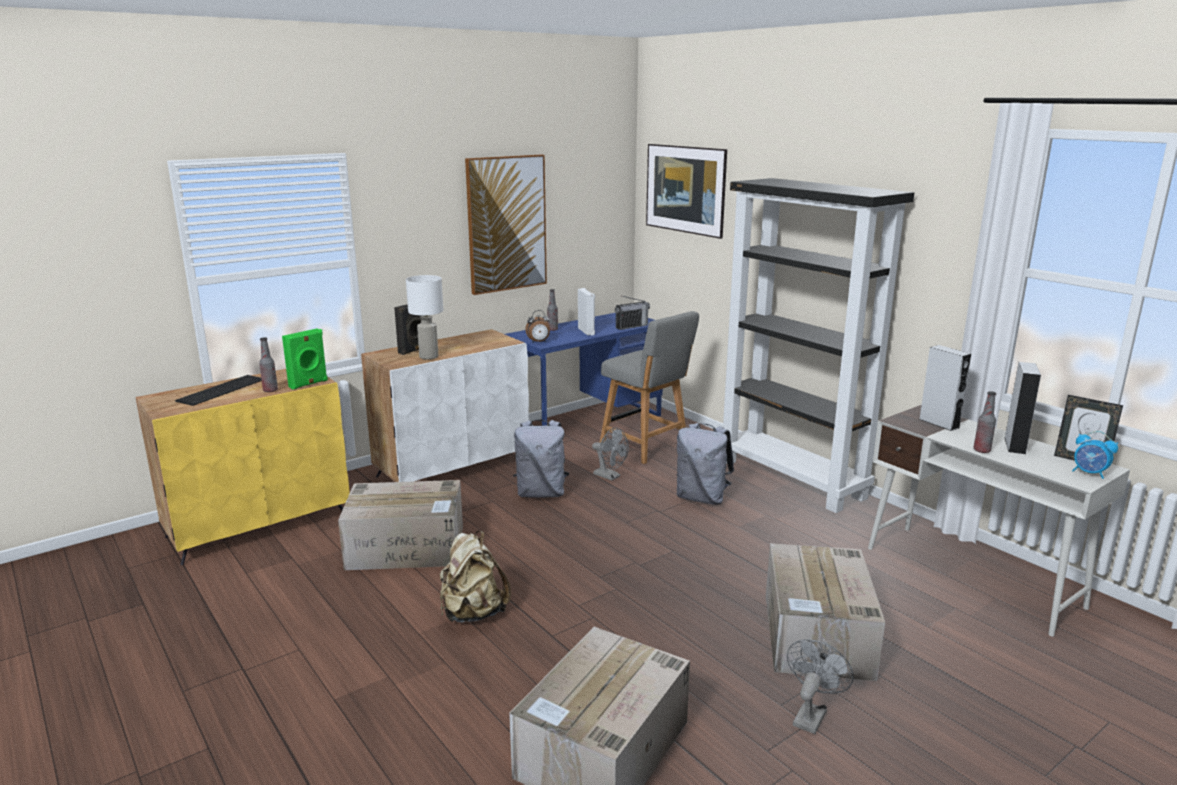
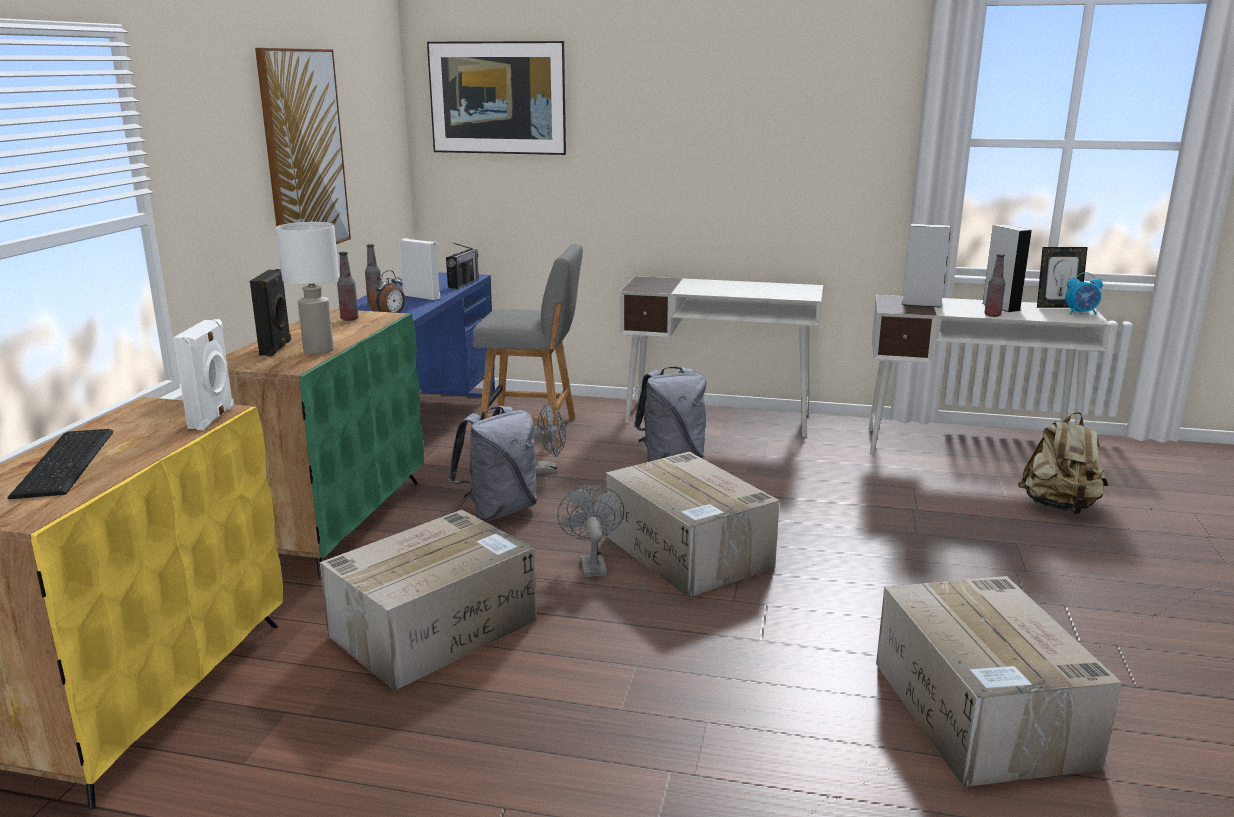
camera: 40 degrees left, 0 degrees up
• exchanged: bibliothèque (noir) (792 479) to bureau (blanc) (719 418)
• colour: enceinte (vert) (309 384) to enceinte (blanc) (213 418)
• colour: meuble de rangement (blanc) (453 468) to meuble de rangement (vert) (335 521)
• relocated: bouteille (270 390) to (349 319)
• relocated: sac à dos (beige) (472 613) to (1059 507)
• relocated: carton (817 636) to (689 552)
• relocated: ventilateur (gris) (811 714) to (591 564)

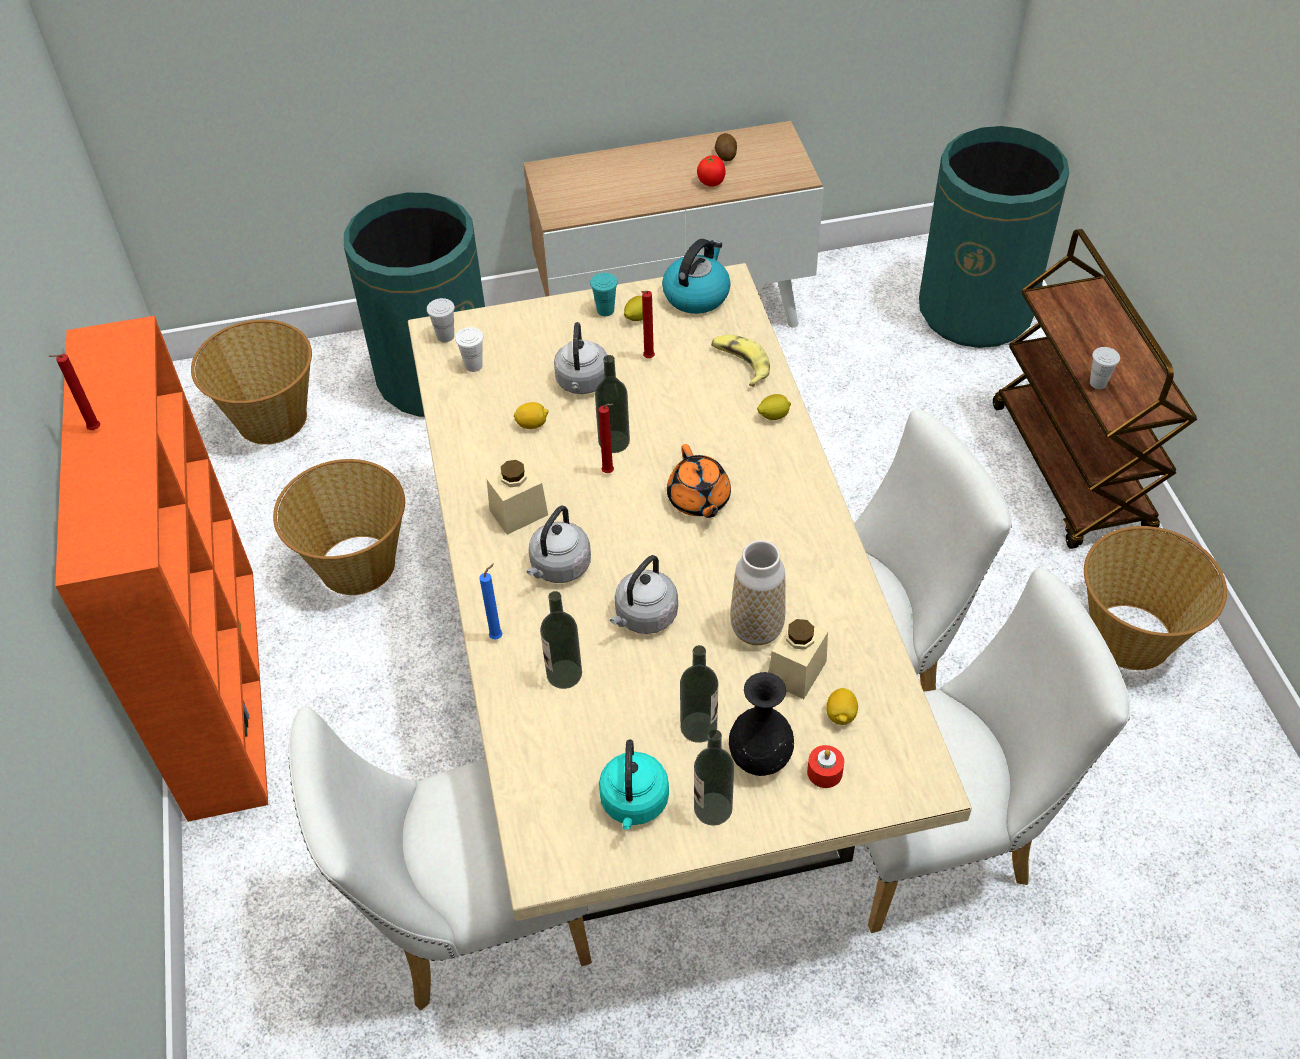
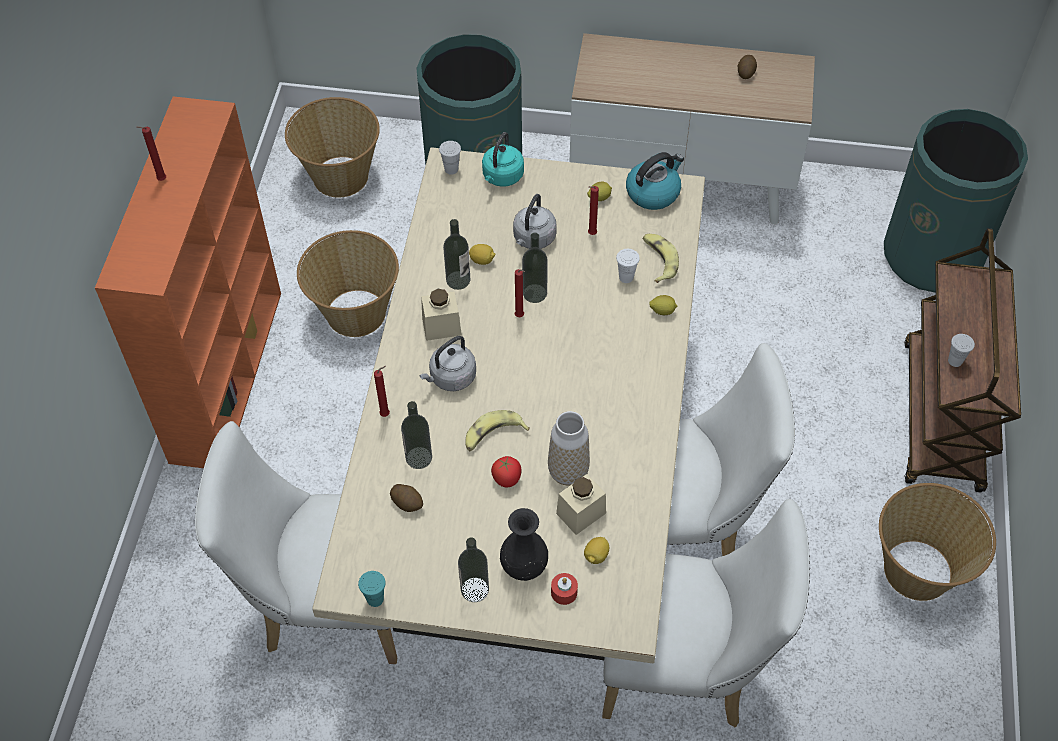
camera: 20 degrees right, 5 degrees up
• relocated: tomate (711 182) to (507 478)
• relocated: tasse (turquoise) (605 310) to (375 599)
• relocated: tasse (blanc) (473 365) to (626 277)
• missing: théière (orange) (699 500)
• exchanged: bouilloire (gris) (644 617) to banane (493 435)
• colour: bougie (bleu) (498 636) to bougie (rouge) (386 414)
• relocated: bouteille (698 727) to (458 280)
• relocated: bouilloire (turquoise) (634 804) to (502 177)
• appeared: pomme de terre (407 503)

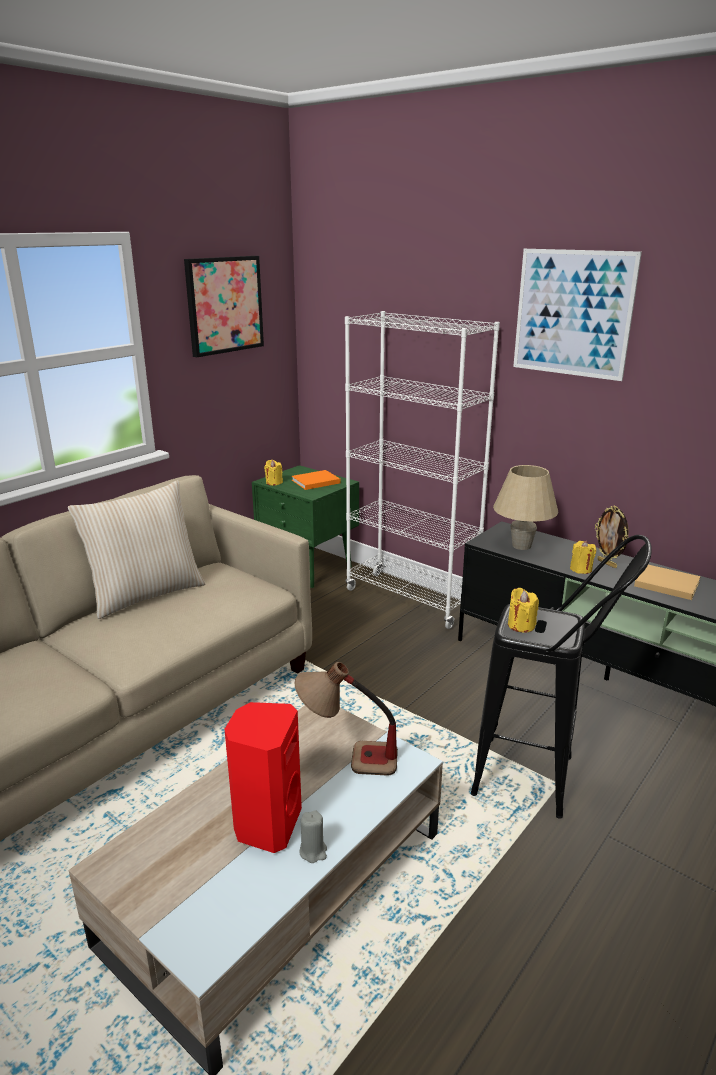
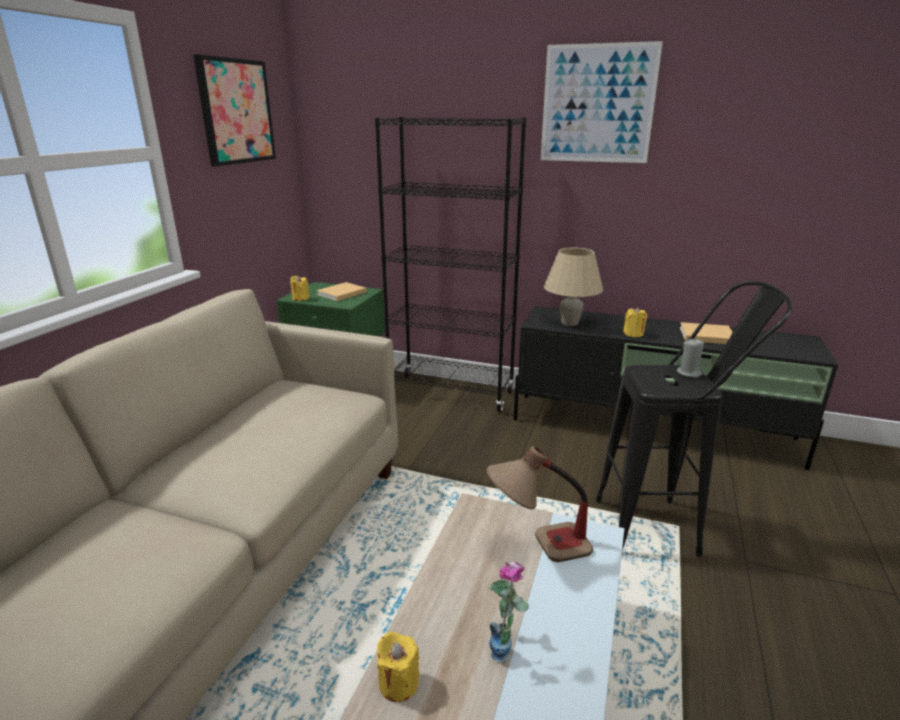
camera: 20 degrees left, 0 degrees up
• colour: bibliothèque (blanc) (411 600) to bibliothèque (noir) (451 393)
• colour: livre (orange) (314 482) to livre (beige) (340 293)
• missing: coussin (beige) (146 594)
• missing: cadre photo (607 563)
• relocated: bougie (jaune) (521 625) to (398 683)
• exchanged: enceinte (rouge) (266 825) to vase (507 646)
• relocated: bougie (gris) (313 851) to (689 373)

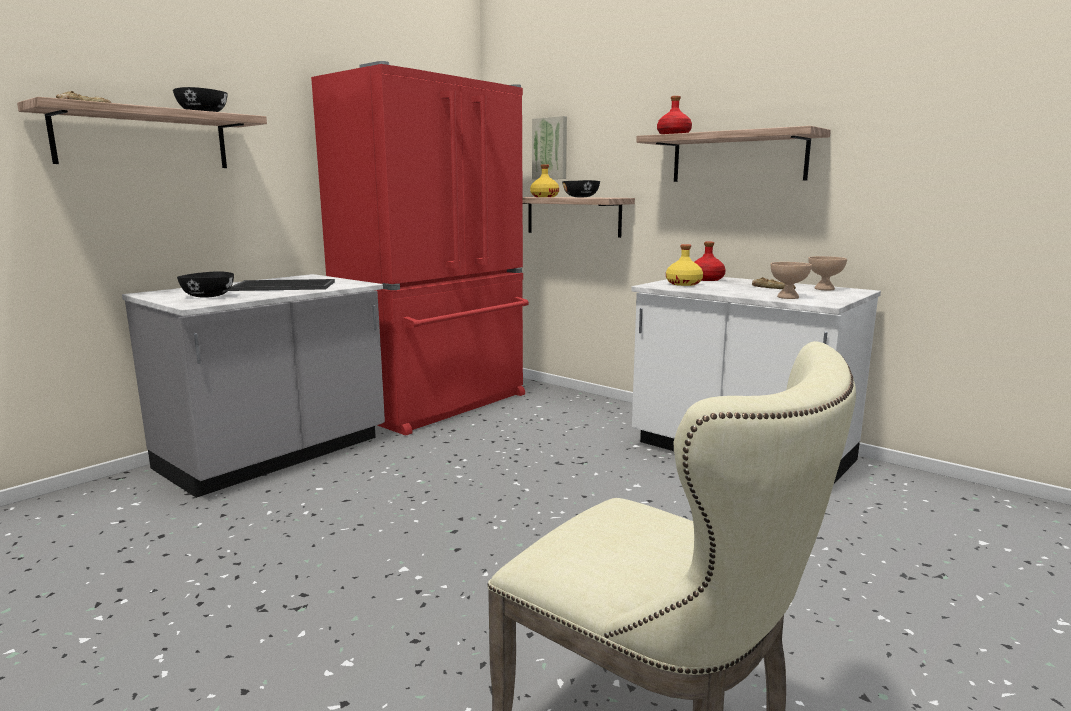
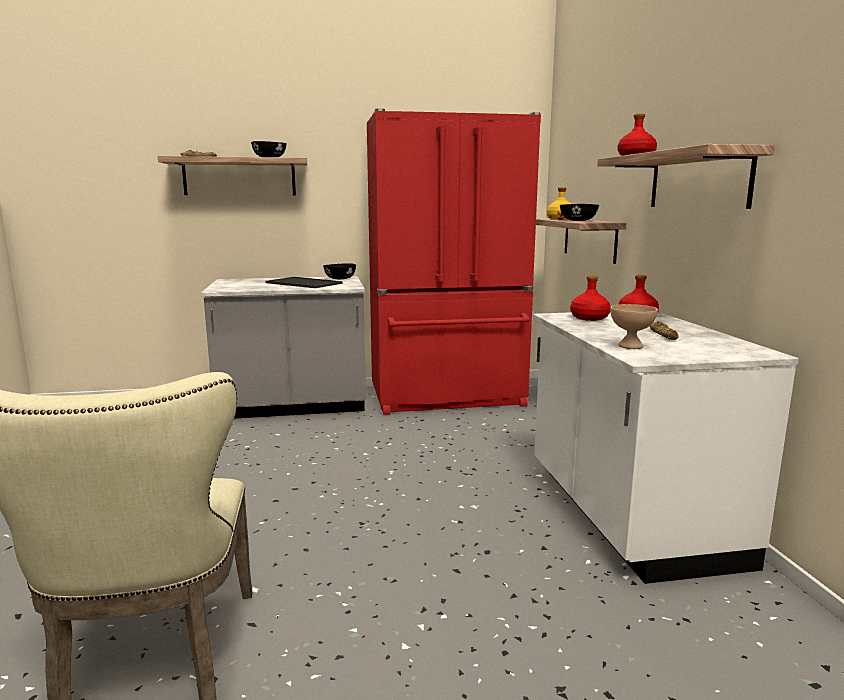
camera: 40 degrees right, 0 degrees up
• missing: tableau (550 148)
• colour: bouteille (jaune) (683 284) to bouteille (rouge) (589 318)
• missing: bol (beige) (823 289)
• relocated: bol (noir) (208 296) to (340 279)

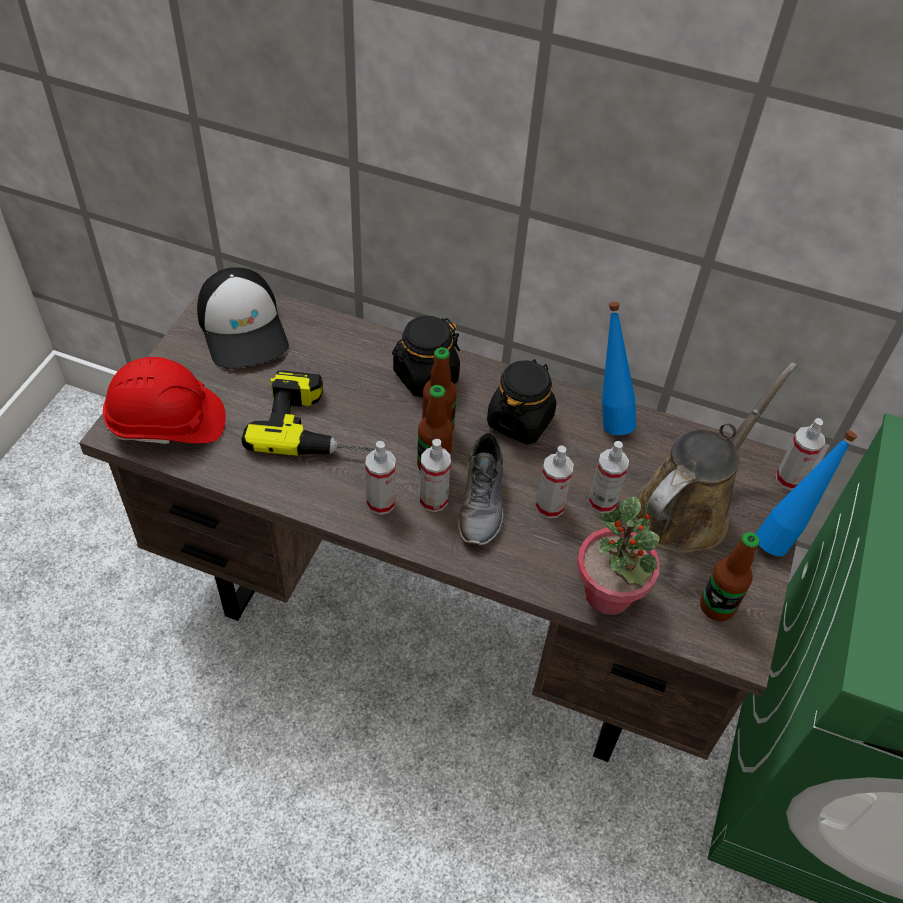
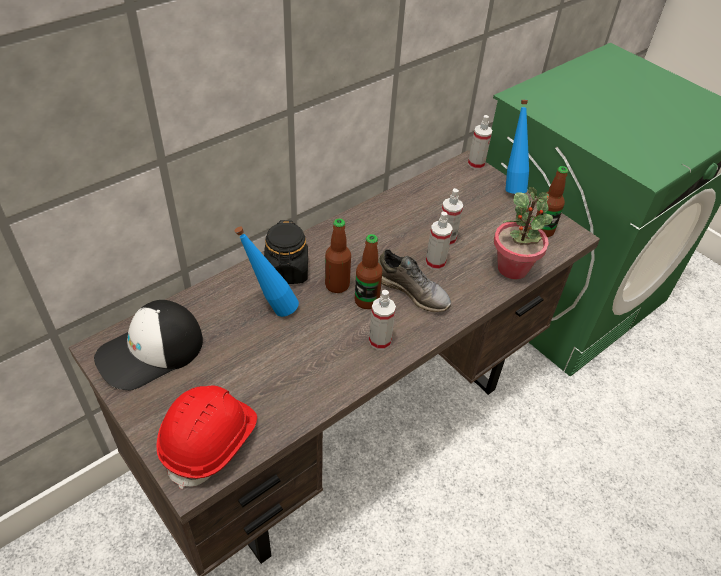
camera: 60 degrees left, 5 degrees down
• spun: casquette (244 329) = (151 352) 135 degrees clockwise
• relocated: bouteille (bleu) (608 416) to (271 308)
• missing: bocal (noir) (520 420)
• missing: arrosoir (marron) (687 507)
• missing: perceuse (318 425)
• missing: vaporisateur (433 500)

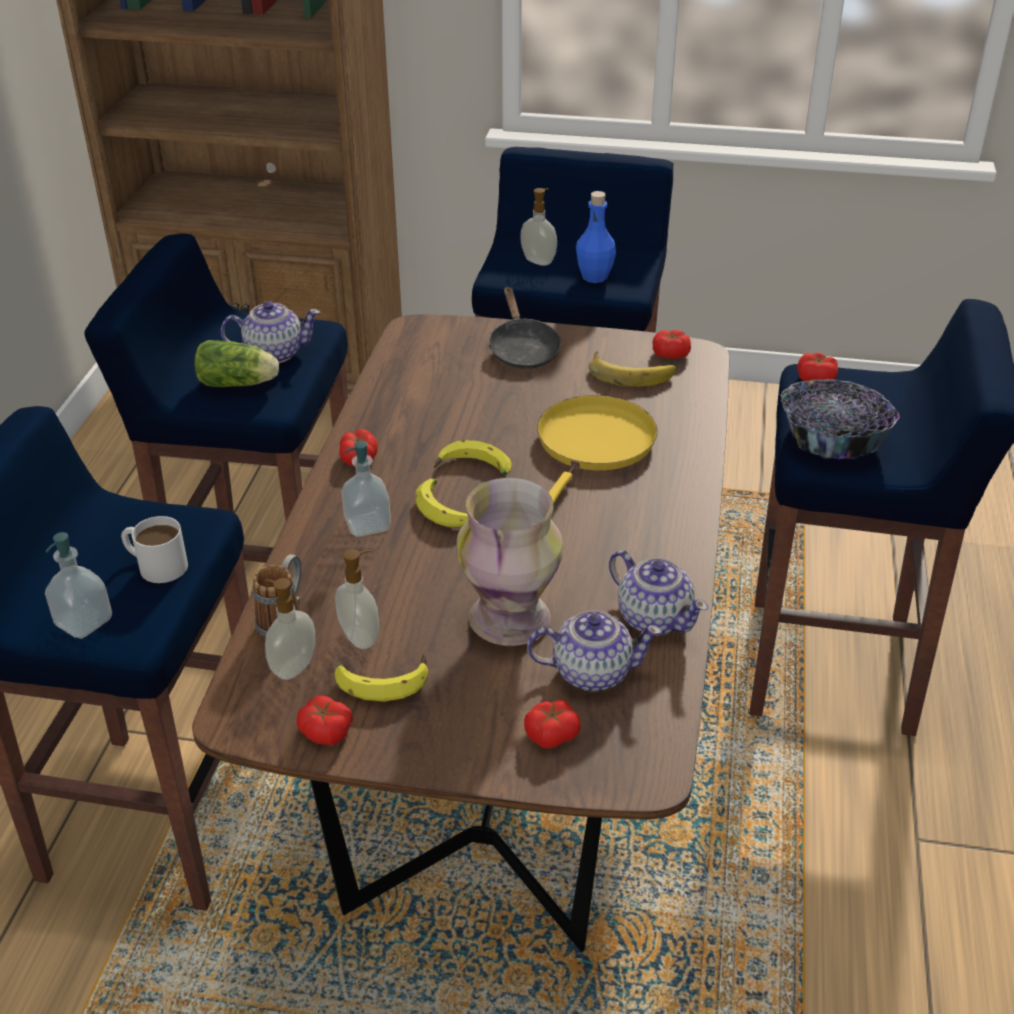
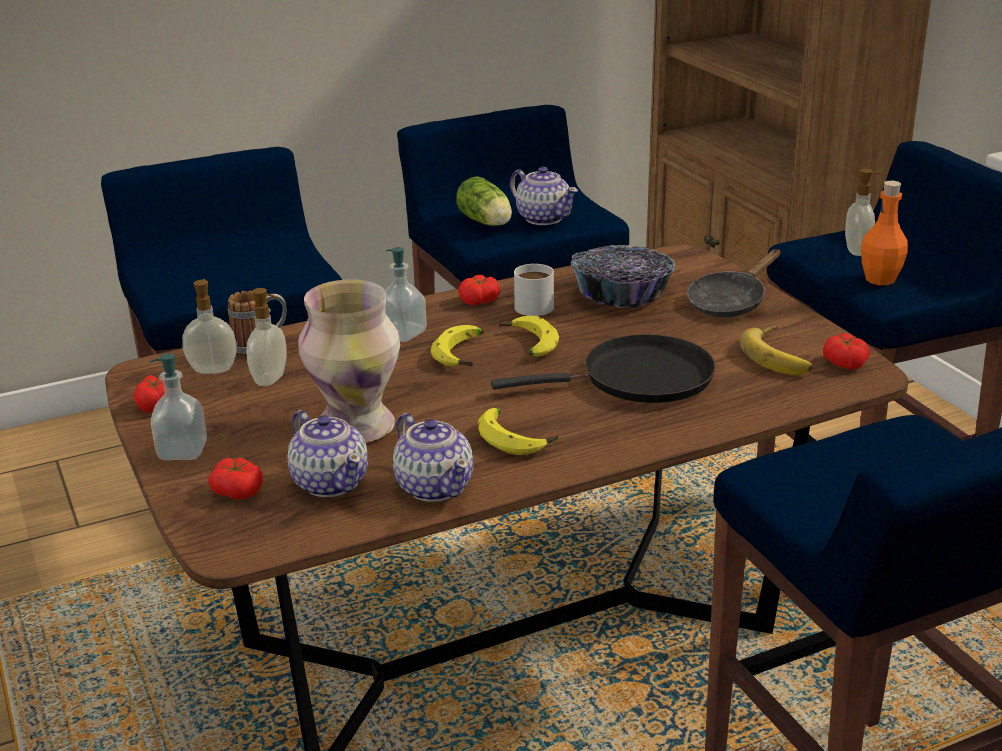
camera: 55 degrees right, 10 degrees down
• colour: bouteille (bleu) (594 277) to bouteille (orange) (880 279)
• missing: tomate (815 378)
• relocated: bol (832 438) to (622 295)
• colour: poêle (jaune) (593 446) to poêle (noir) (638 379)
• relocated: mug (blanc) (155 564) to (532 304)
• relocated: distributeur de savon (84 622) to (182 451)
• spun: théière (654 617) = (434 486) 45 degrees counterclockwise
• relocated: banane (383 680) to (516 438)

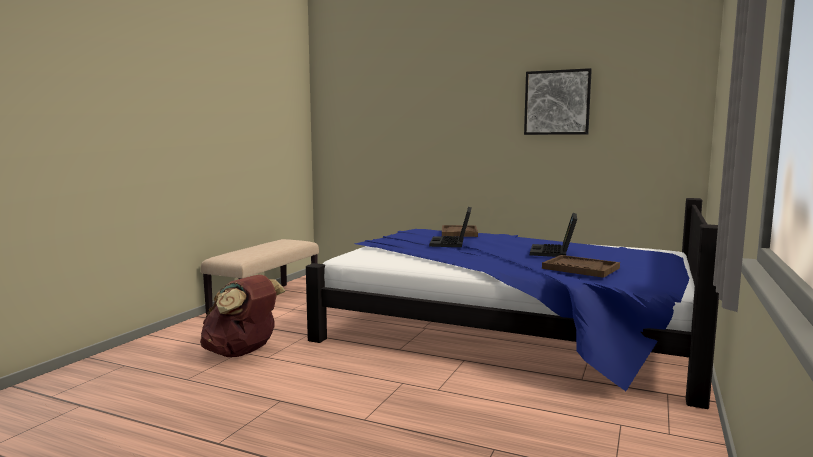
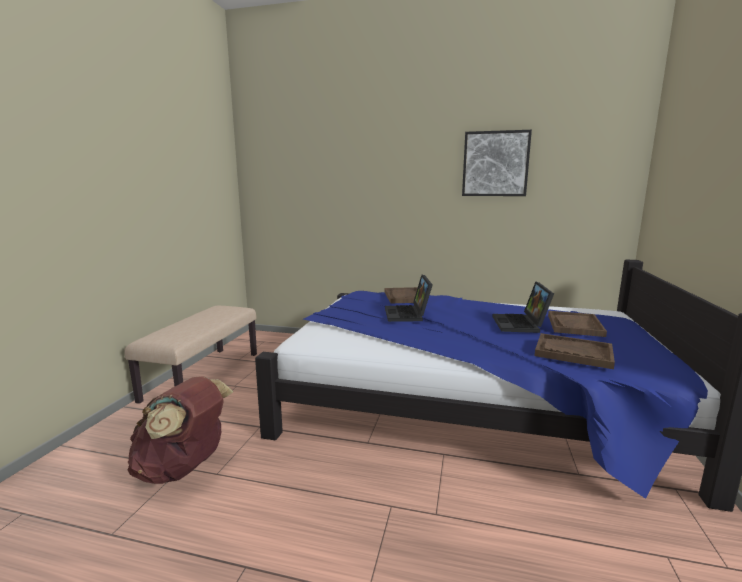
camera: 10 degrees left, 5 degrees up
• appeared: plateau (marron) (575 325)

